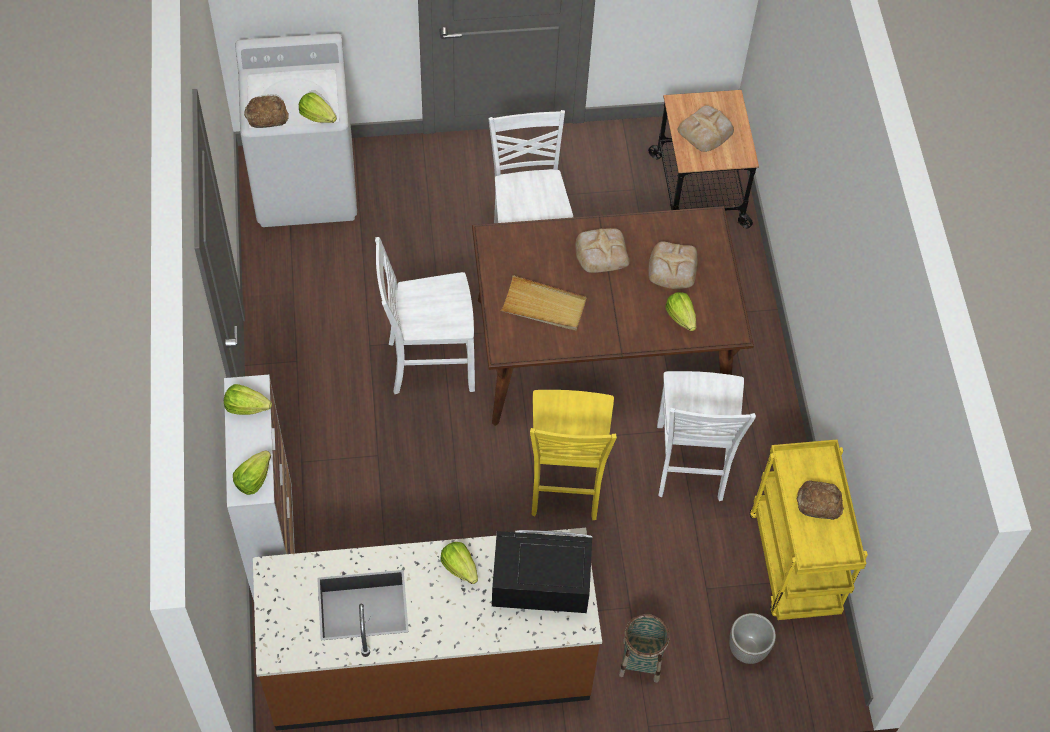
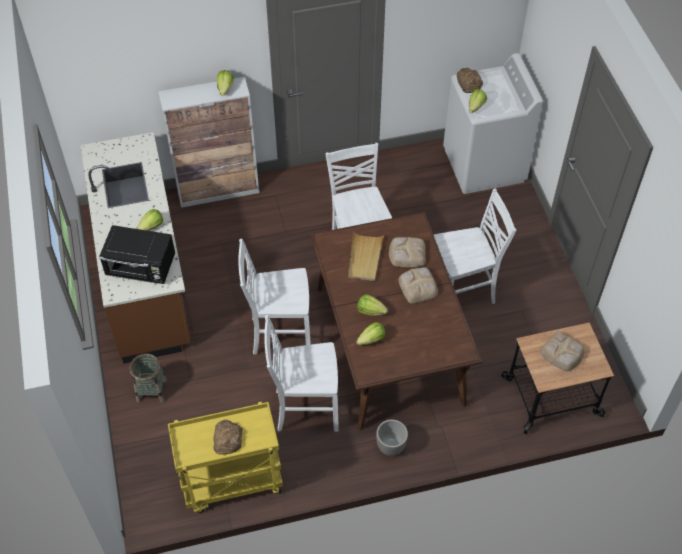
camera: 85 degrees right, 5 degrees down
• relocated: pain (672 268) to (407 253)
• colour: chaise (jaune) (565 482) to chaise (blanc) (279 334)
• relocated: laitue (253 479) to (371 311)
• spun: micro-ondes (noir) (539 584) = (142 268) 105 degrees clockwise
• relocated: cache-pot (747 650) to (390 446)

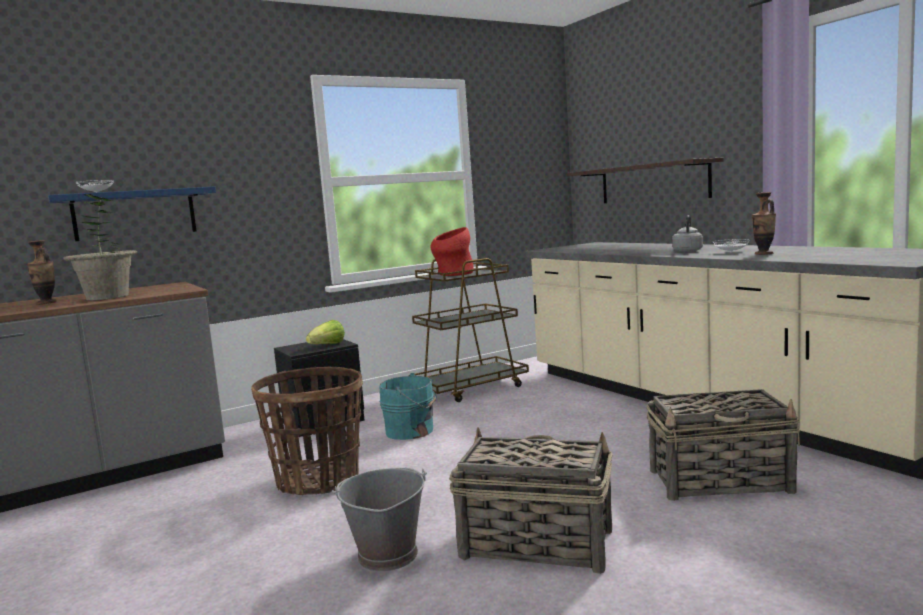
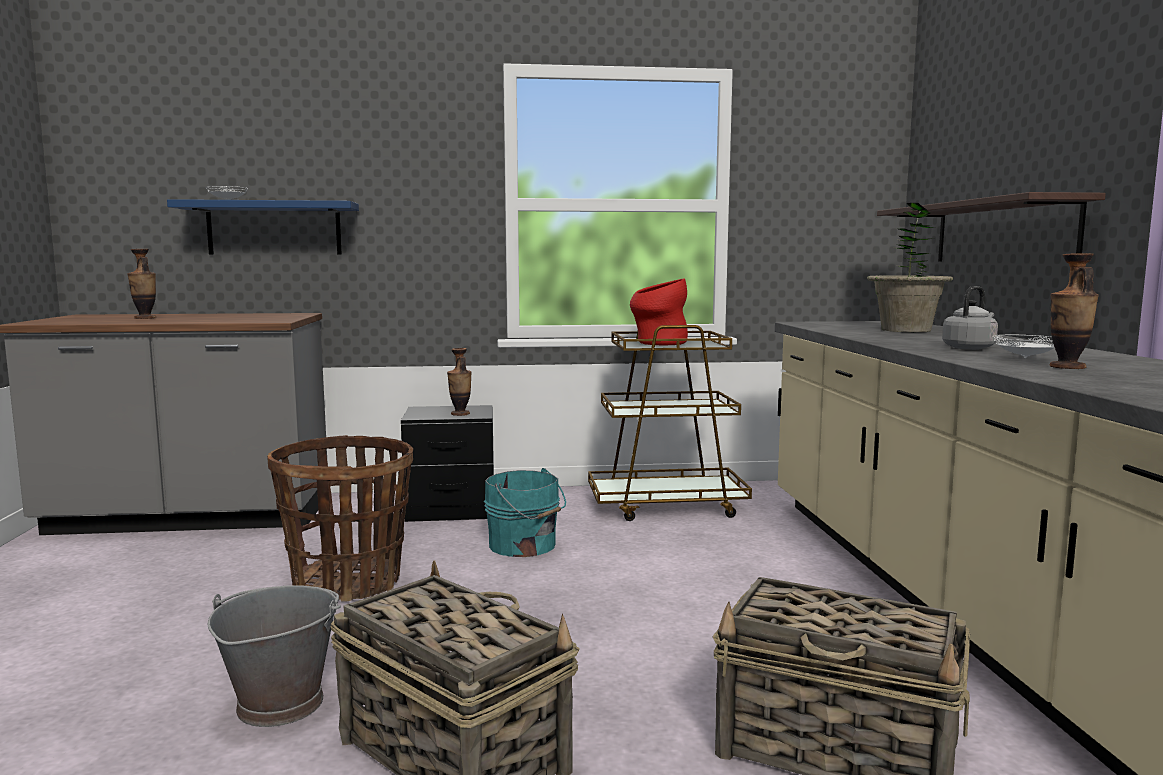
camera: 25 degrees right, 0 degrees up
• relocated: plante en pot (107 297) to (906 330)
• exchanged: laitue (328 345) to vase (460 414)

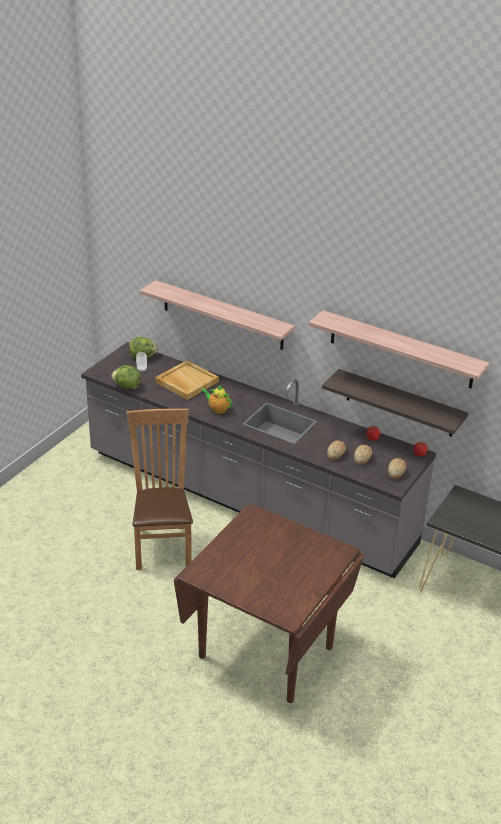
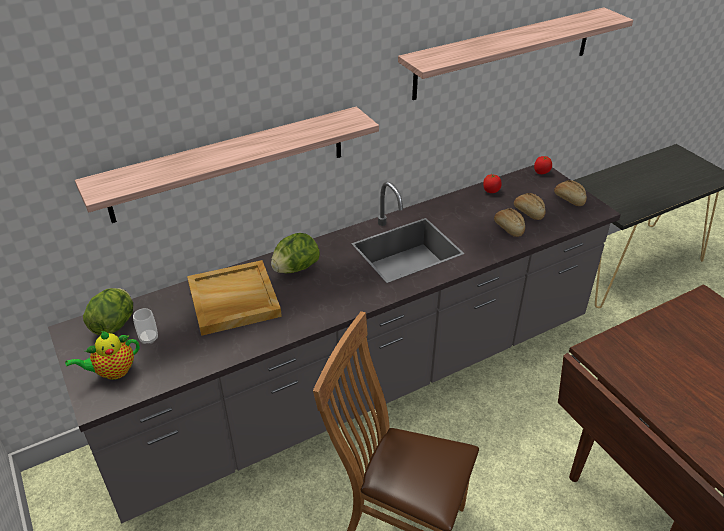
camera: 60 degrees left, 5 degrees up
• relocated: laitue (127 386) to (295 268)
• missing: étagère (400 403)
• relocated: théière (217 409) to (113 372)

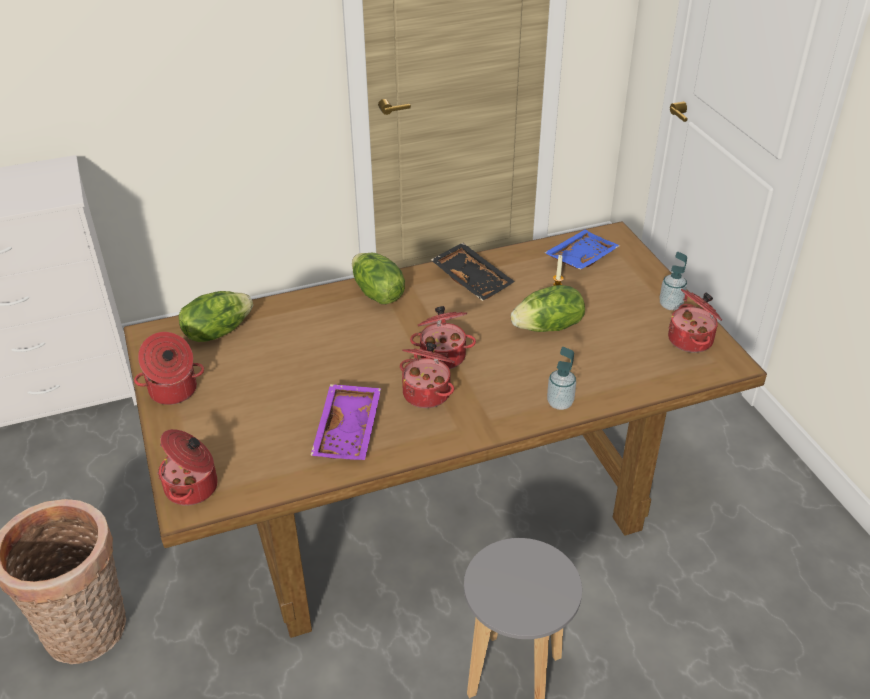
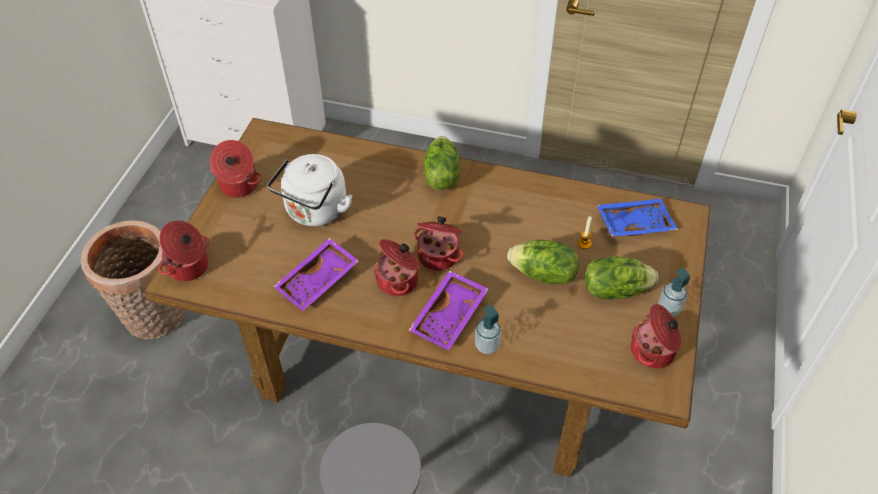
camera: 35 degrees right, 10 degrees up
• missing: plateau (noir) (473 279)
• relocated: laitue (217 331) to (615 289)
• appeared: bouilloire (blanc) (315 212)
• appeared: plateau (violet) (450 317)

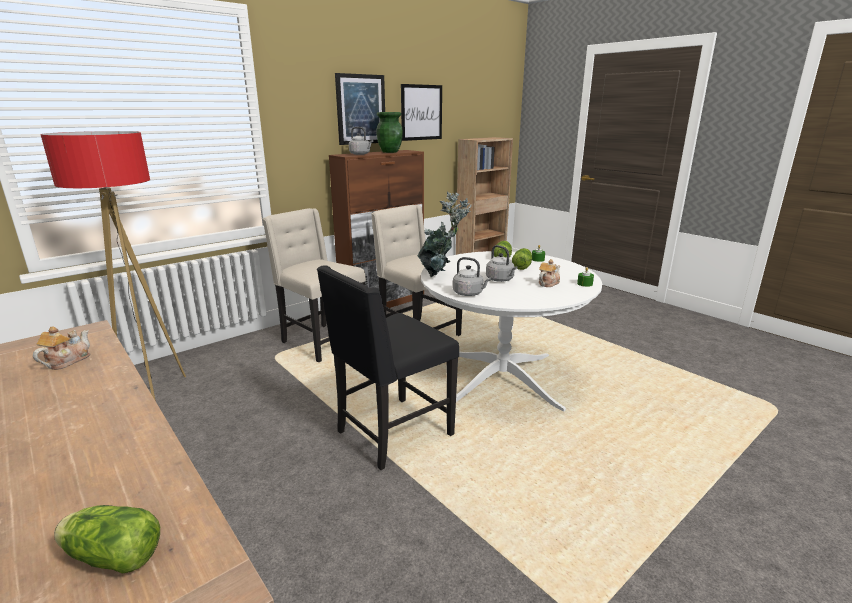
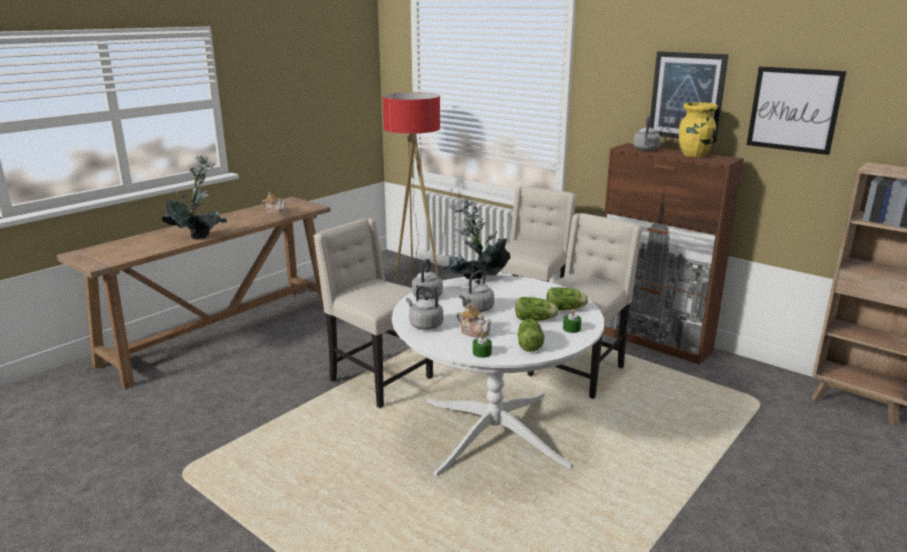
camera: 80 degrees right, 0 degrees up
• colour: vase (vert) (390 152) to vase (jaune) (694 155)
• colour: chaise (noir) (392 434) to chaise (beige) (378 379)
• relocated: laitue (110 555) to (529 343)
• appeared: plante en pot (199 236)
• appeared: bouilloire (gris) (424 325)

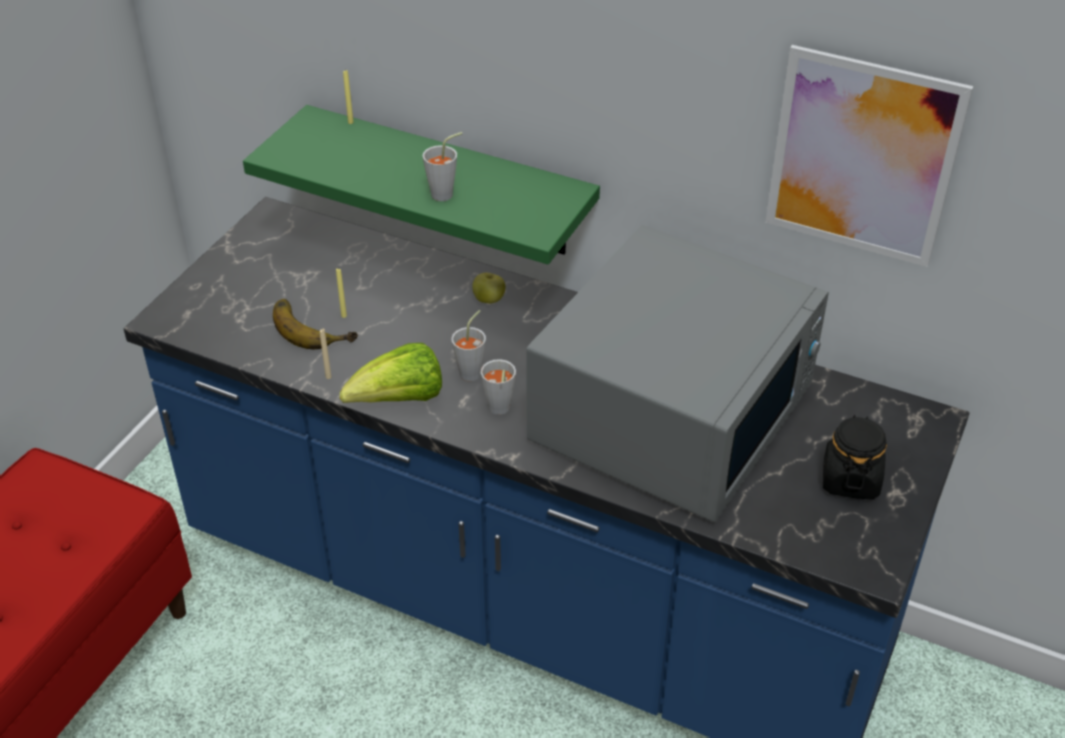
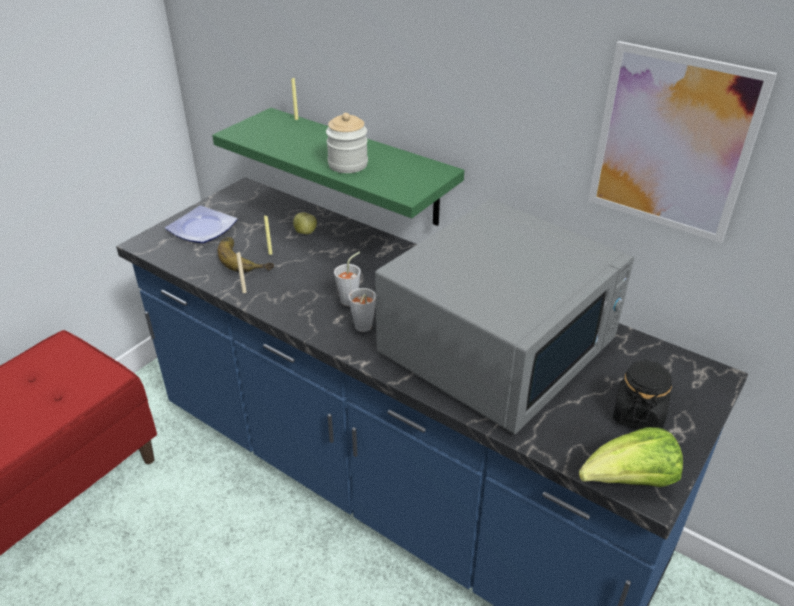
camera: 10 degrees right, 5 degrees down
• exchanged: tasse (gris) (446 193) to bocal (348 164)
• relocated: pomme (489 300) to (305 233)
• relocated: laitue (399 400) to (629 481)
• appeared: assiette (201 229)

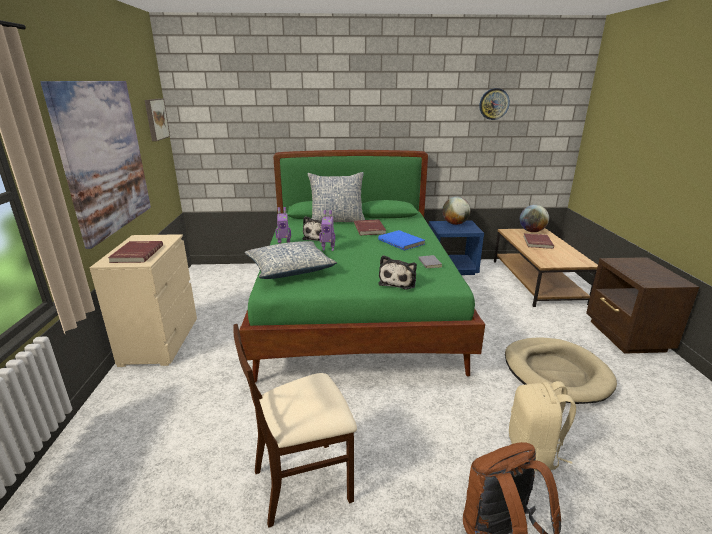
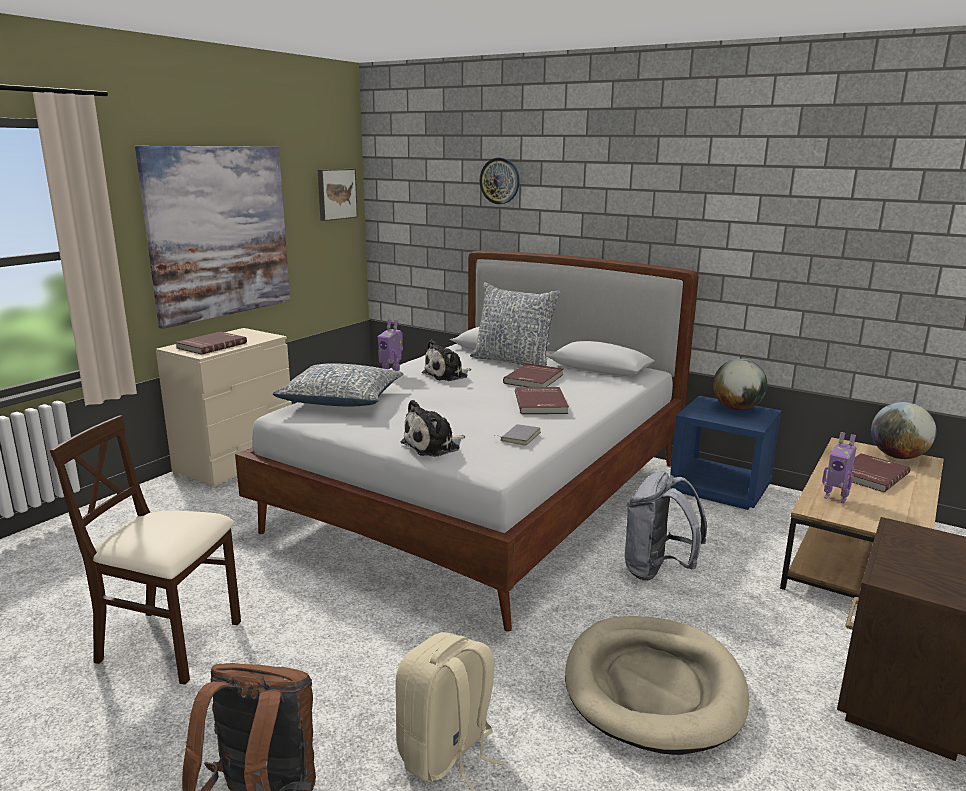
camera: 35 degrees right, 5 degrees down
• relocated: horloge murale (494 104) to (500 181)
• colour: lit (vert) (356 308) to lit (blanc) (486 498)
• relocated: robot jouet (328 249) to (835 498)
• colour: livre (bleu) (401 242) to livre (rouge) (542 403)
• appeared: sac à dos (gris) (657 571)

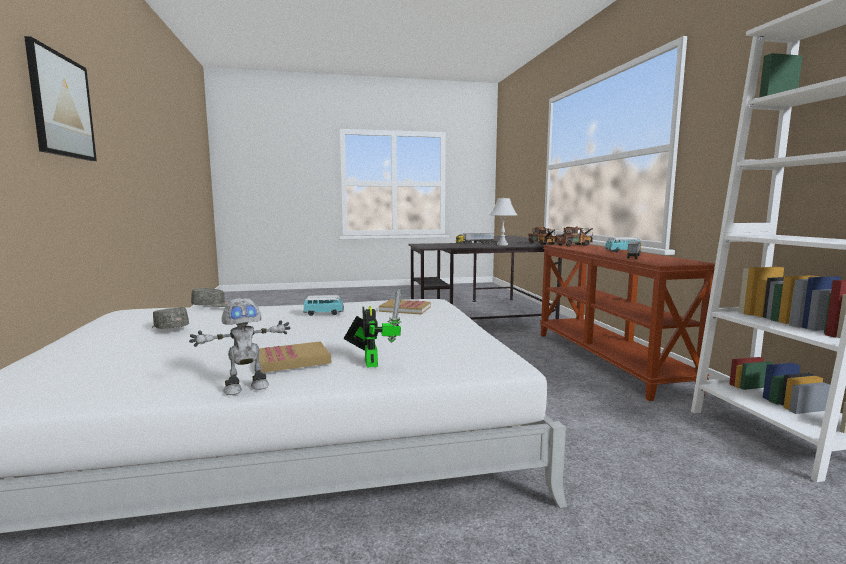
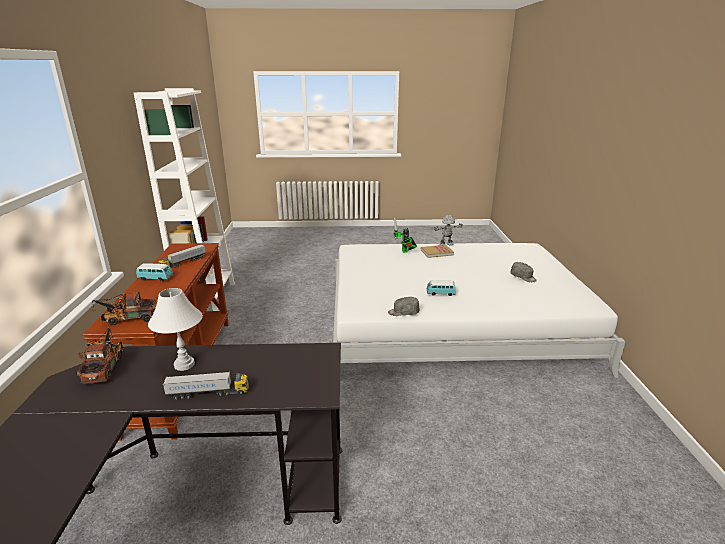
camera: 170 degrees left, 15 degrees up
• missing: tableau (61 106)
• relocated: casquette (gris) (212 305) to (403 312)
• missing: livre (405 309)

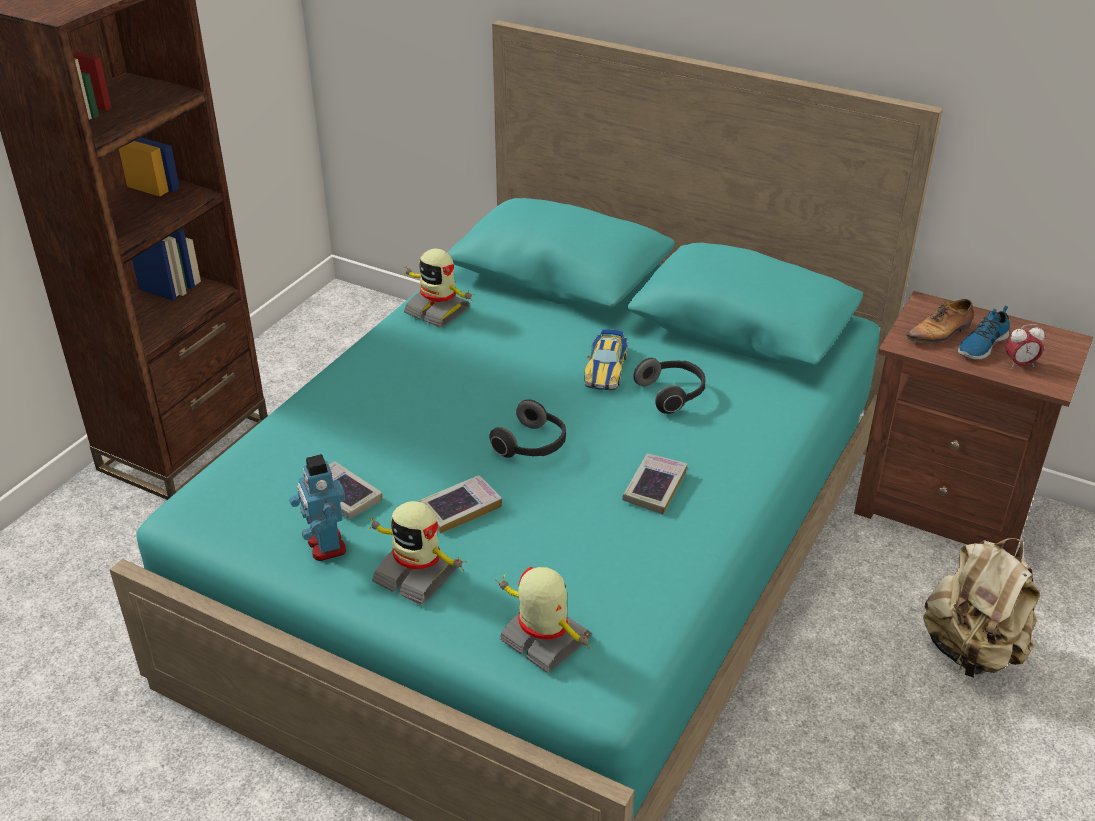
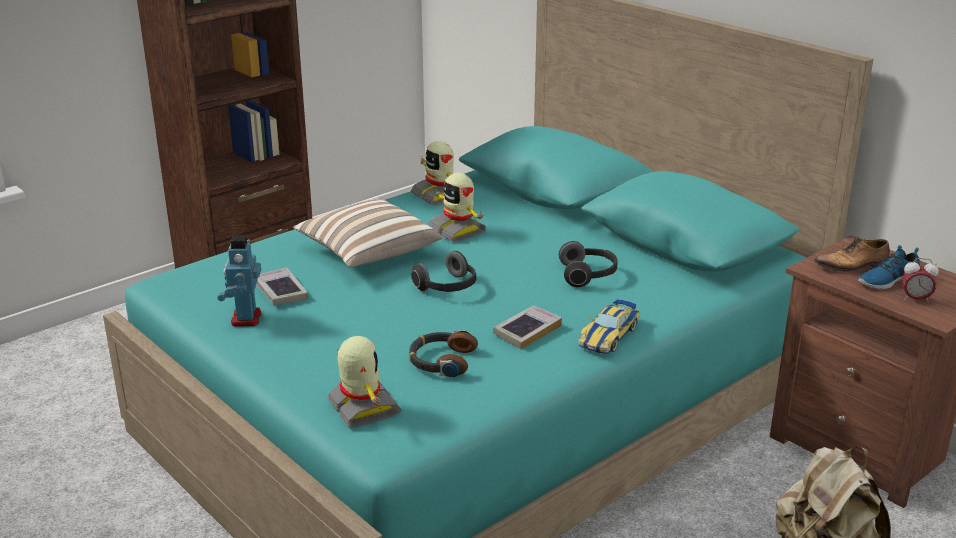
camera: 20 degrees right, 10 degrees down
• relocated: petite voiture (606 368) to (609 335)
• missing: livre (460 508)
• relocated: robot jouet (417 575) to (457 230)
• appeared: coussin (367 253)
• appeared: casque audio (441 361)

